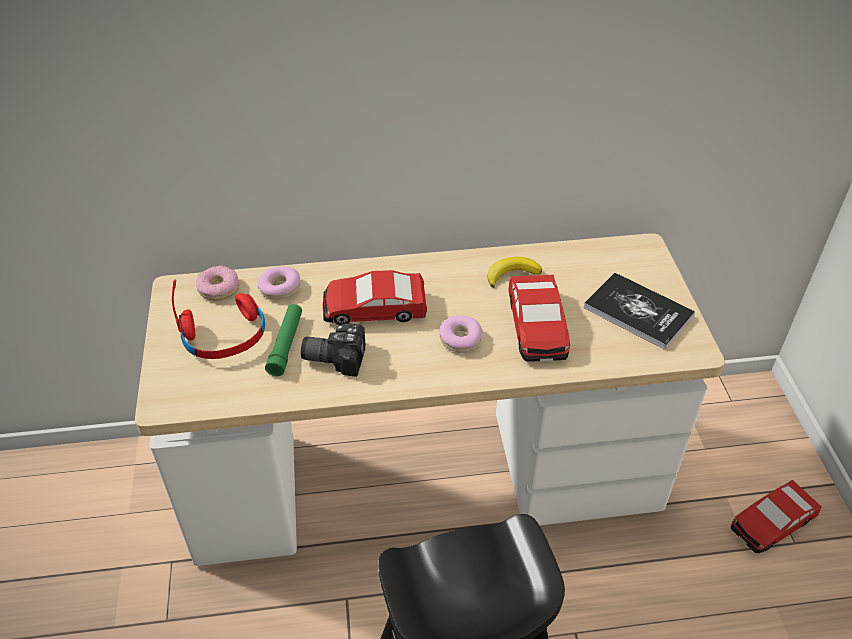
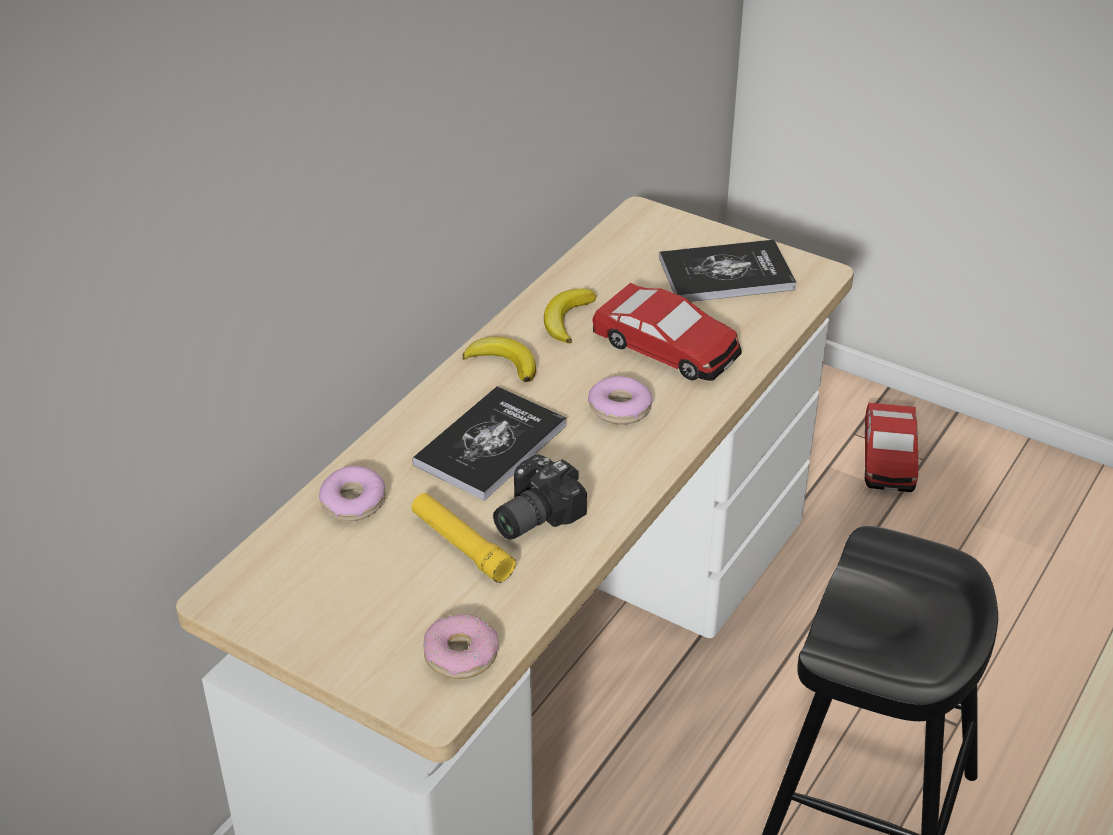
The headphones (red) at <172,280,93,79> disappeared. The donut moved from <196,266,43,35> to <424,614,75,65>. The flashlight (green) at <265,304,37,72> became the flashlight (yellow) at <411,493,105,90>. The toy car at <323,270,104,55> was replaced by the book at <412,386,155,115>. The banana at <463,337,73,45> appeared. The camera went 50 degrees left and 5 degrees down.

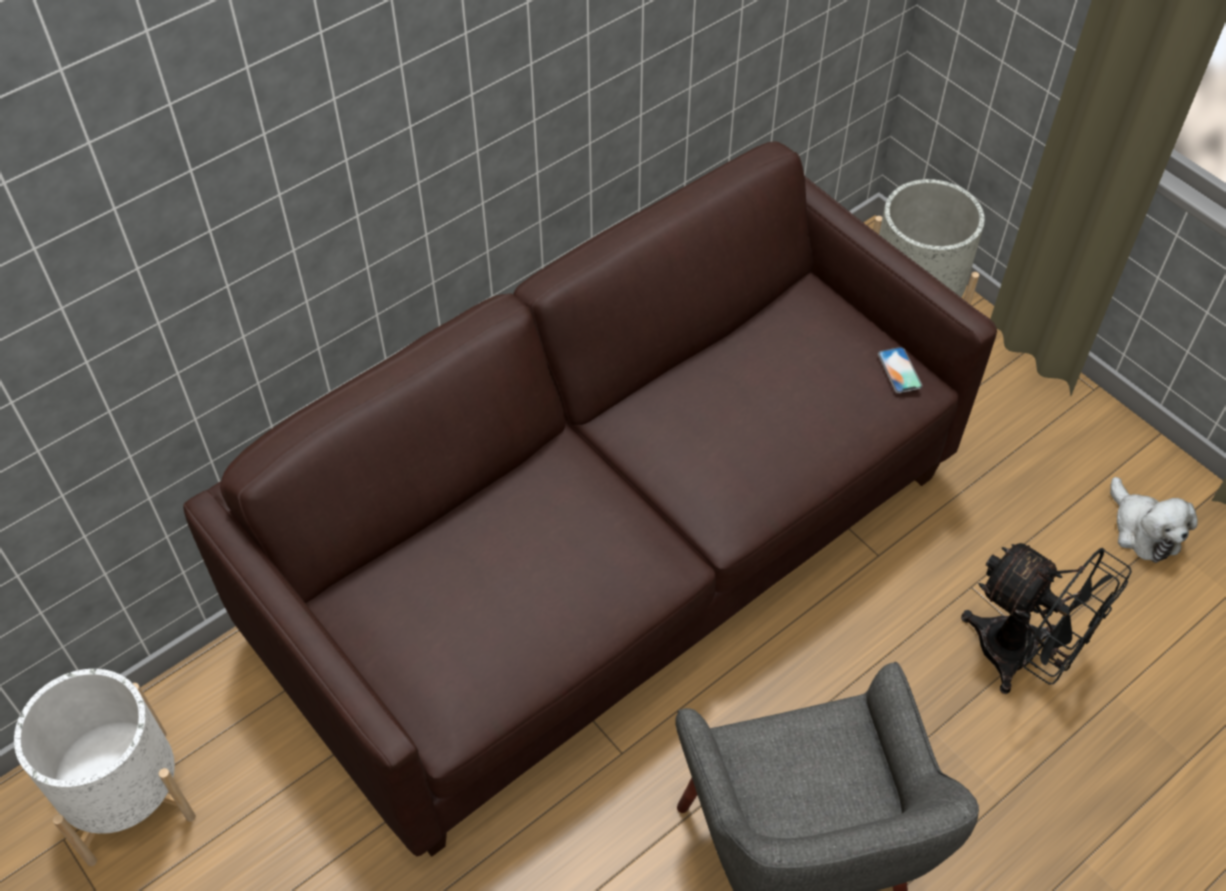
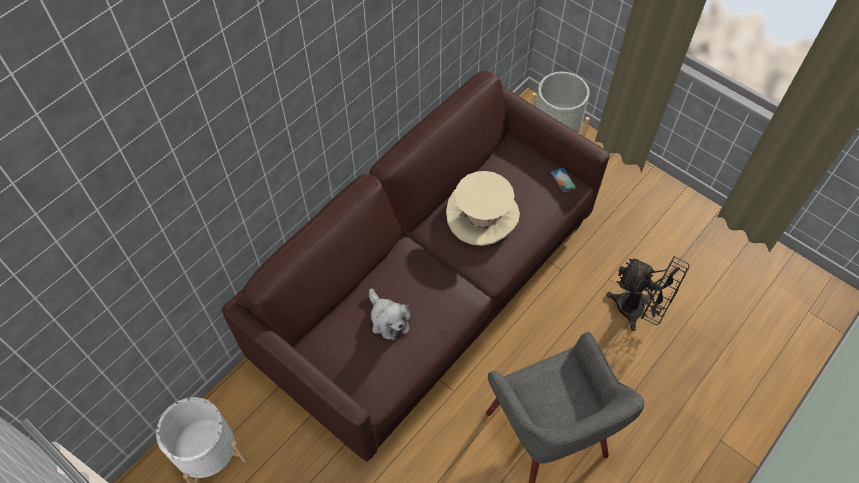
The plush toy moved from <1110,477,88,86> to <369,289,42,52>. The hat (beige) at <446,171,74,75> appeared. The camera went 10 degrees left and 5 degrees up.

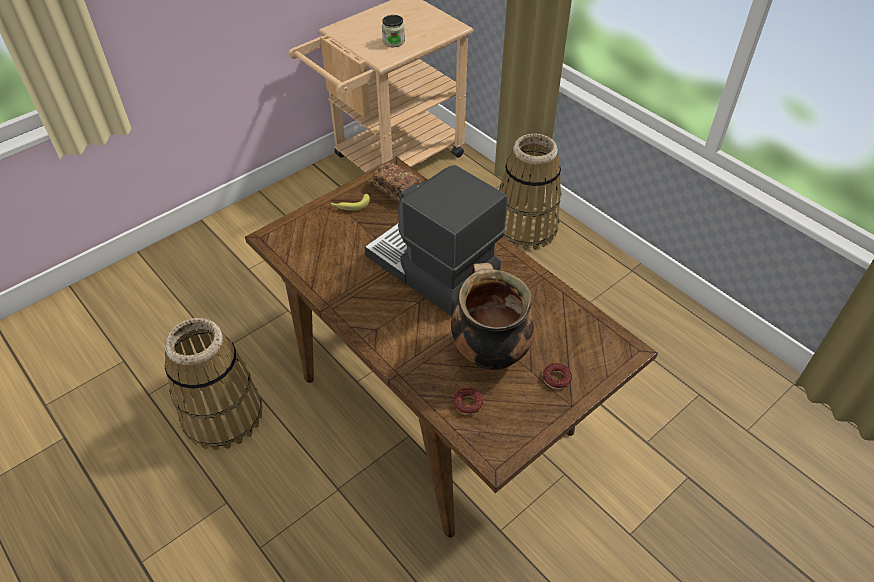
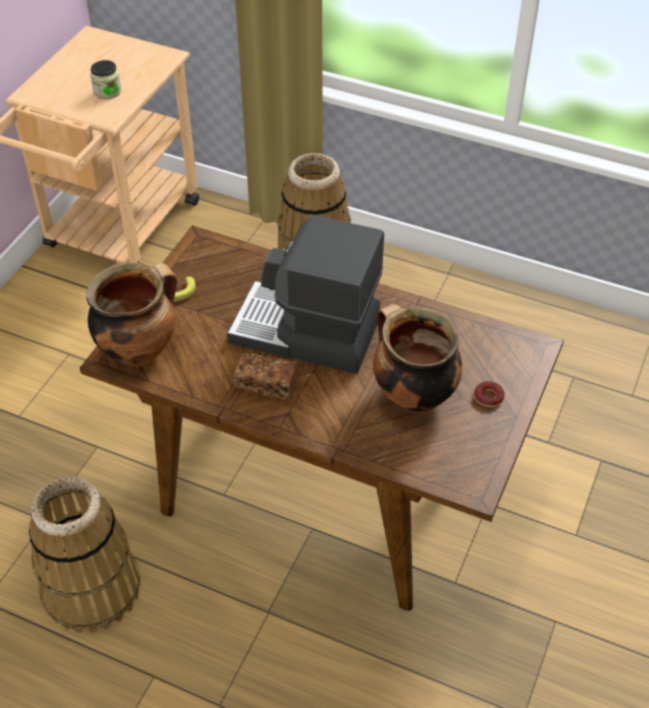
The bread moved from <373,162,48,40> to <233,352,65,48>. The donut at <454,388,29,27> disappeared. The cooking pot at <86,262,91,104> appeared. The camera went 25 degrees left and 0 degrees up.

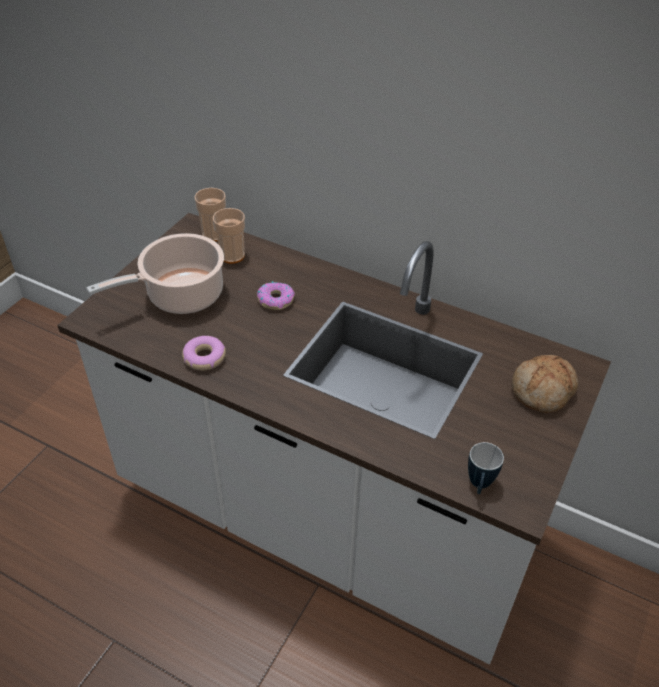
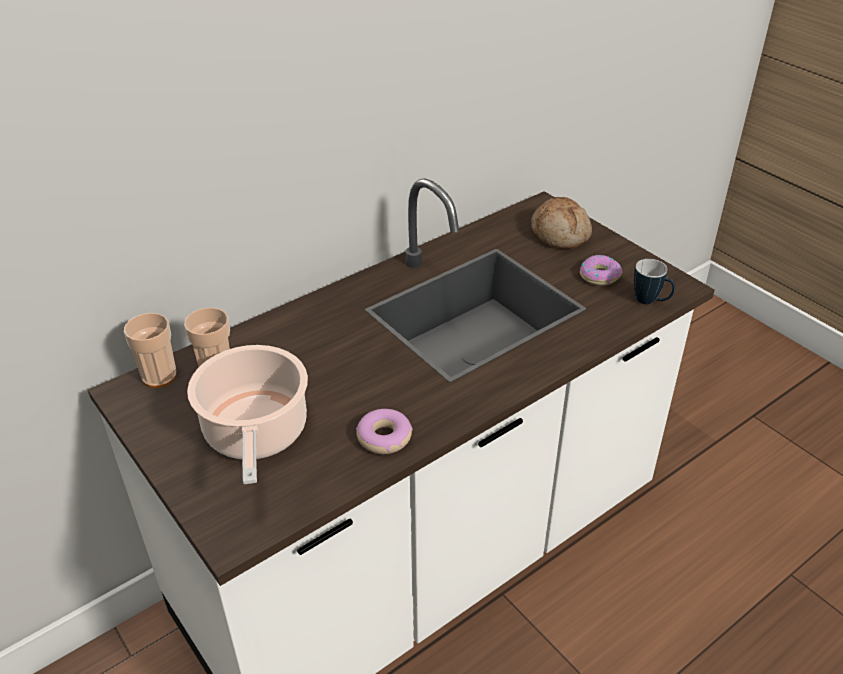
The donut moved from <257,281,38,29> to <580,255,42,31>. The camera went 65 degrees left and 5 degrees down.

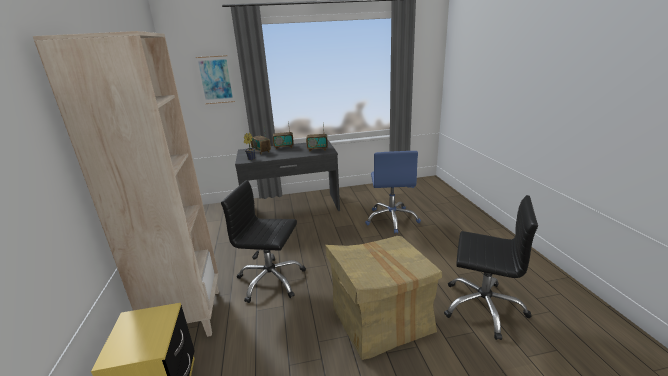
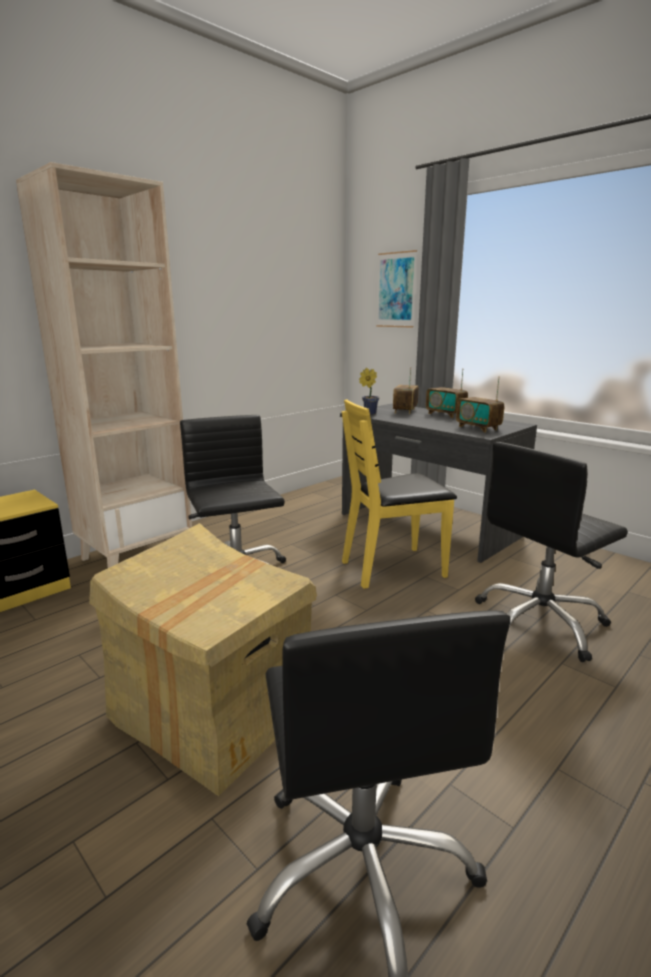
The office chair (blue) at <365,151,56,83> became the office chair (black) at <475,442,153,220>. The chair (yellow) at <342,399,115,190> appeared. The camera went 55 degrees right and 5 degrees down.

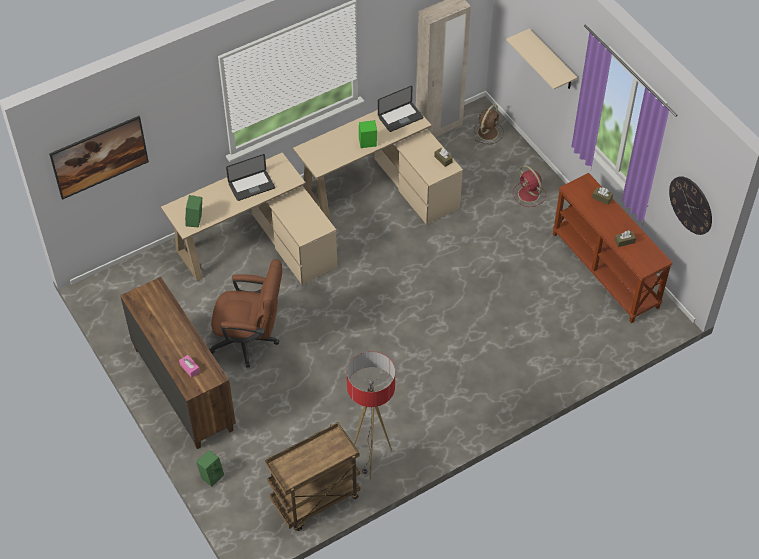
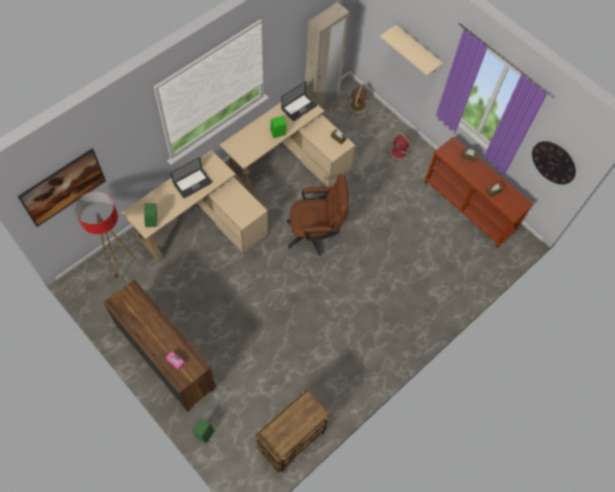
The office chair (brown) moved from <210,259,72,109> to <286,175,63,81>. The floor lamp moved from <347,352,48,127> to <75,191,60,90>. The camera went 15 degrees left and 10 degrees up.

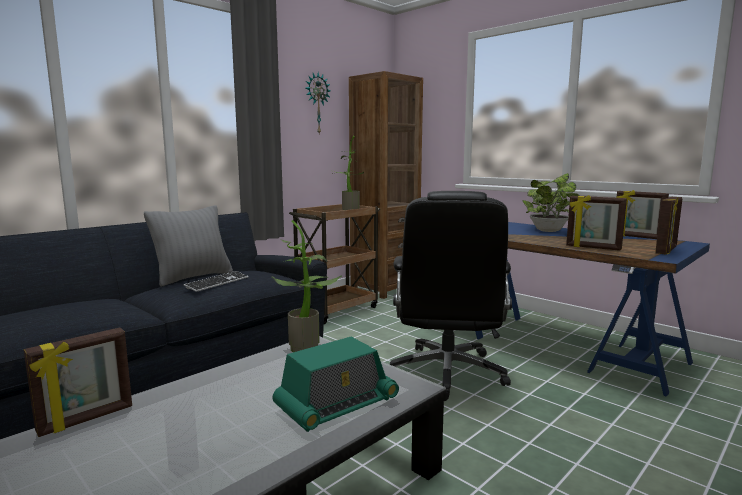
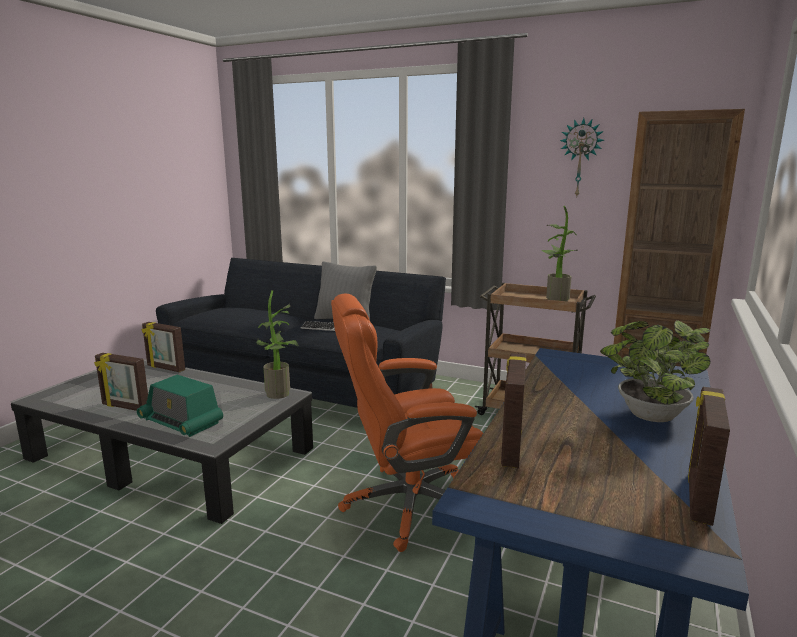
The office chair (black) at <390,191,122,210> became the office chair (orange) at <331,293,152,259>. The picture frame moved from <655,197,27,58> to <94,353,54,58>. The camera went 70 degrees right and 5 degrees up.

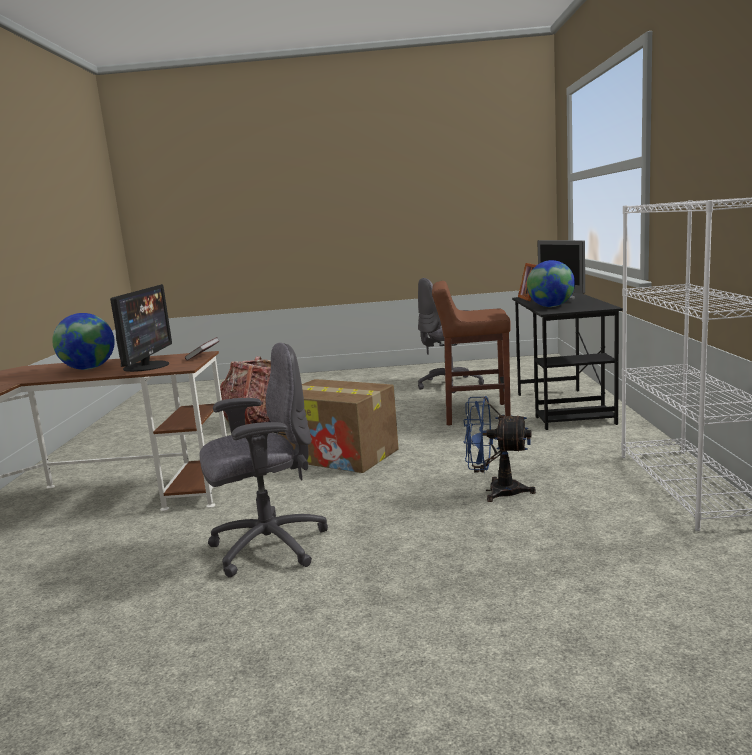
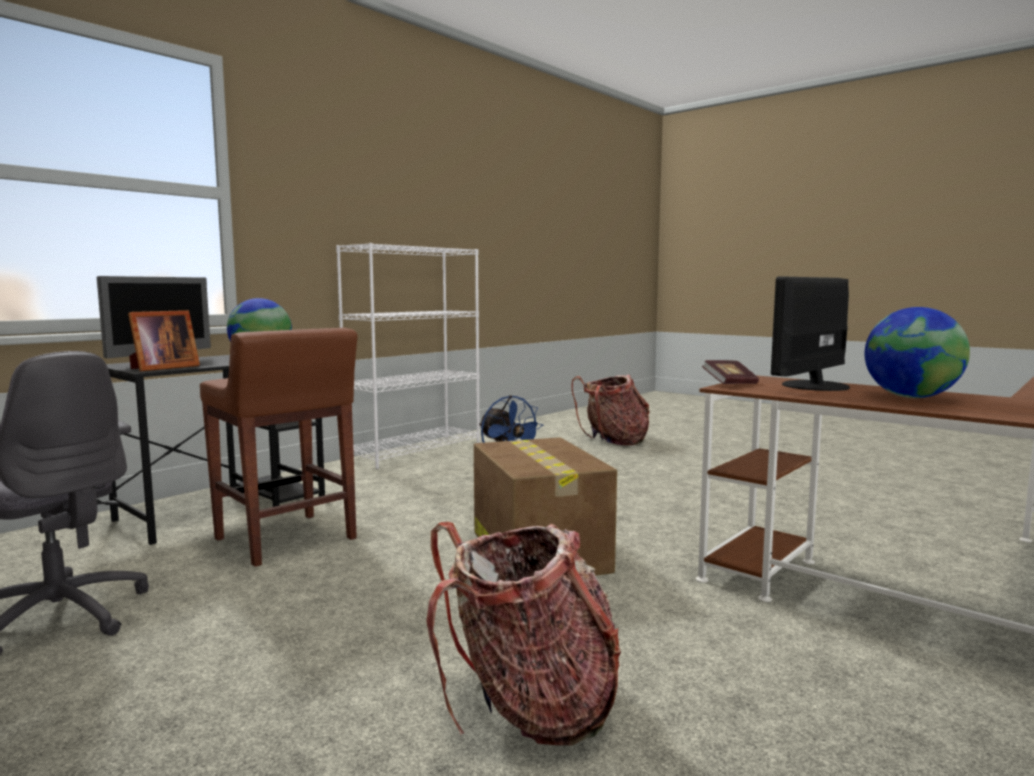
The office chair (grey) at <199,343,129,235> disappeared. The backpack at <571,375,79,70> appeared. The camera went 140 degrees left and 5 degrees down.

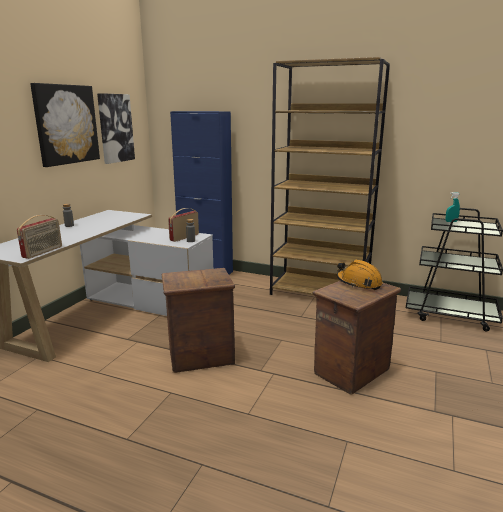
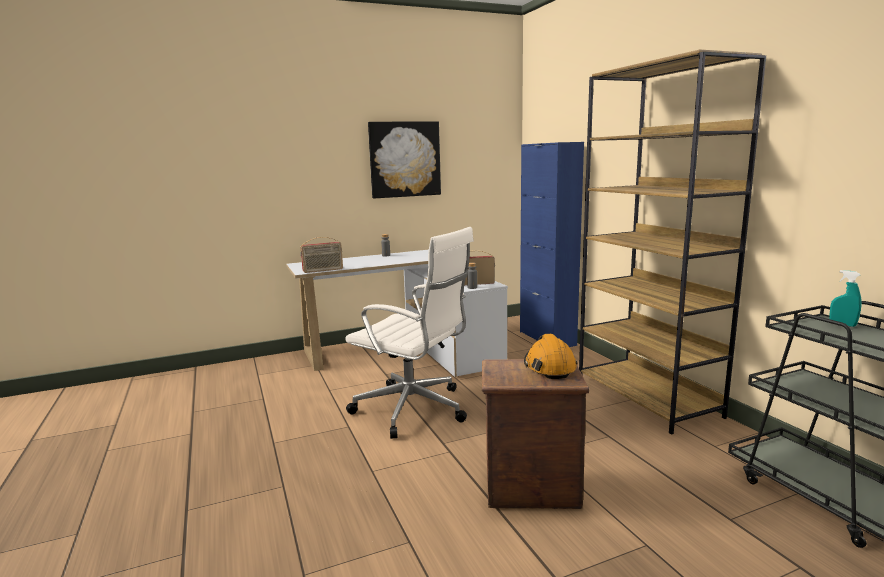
The picture at <97,93,38,71> disappeared. The crate at <162,268,73,105> was replaced by the office chair (white) at <345,227,129,212>. The camera went 45 degrees right and 5 degrees down.

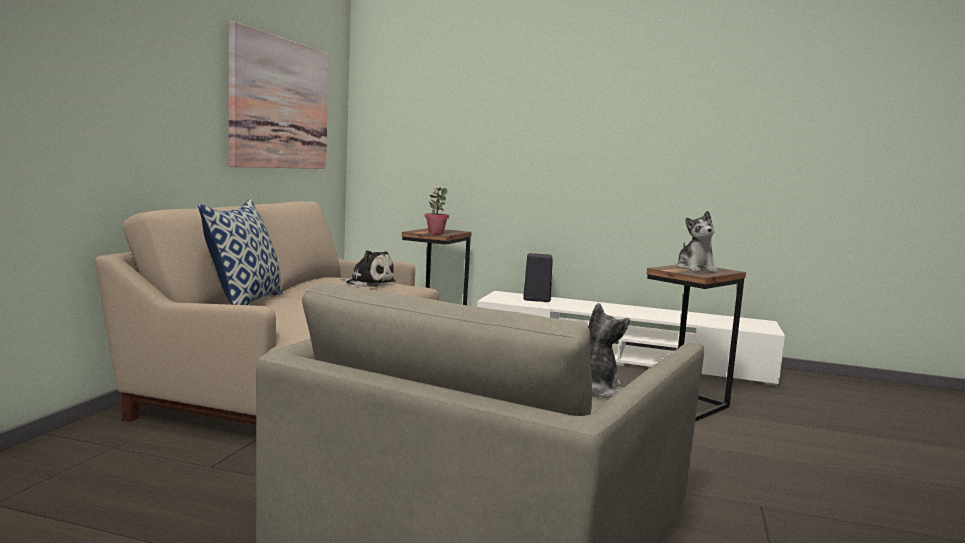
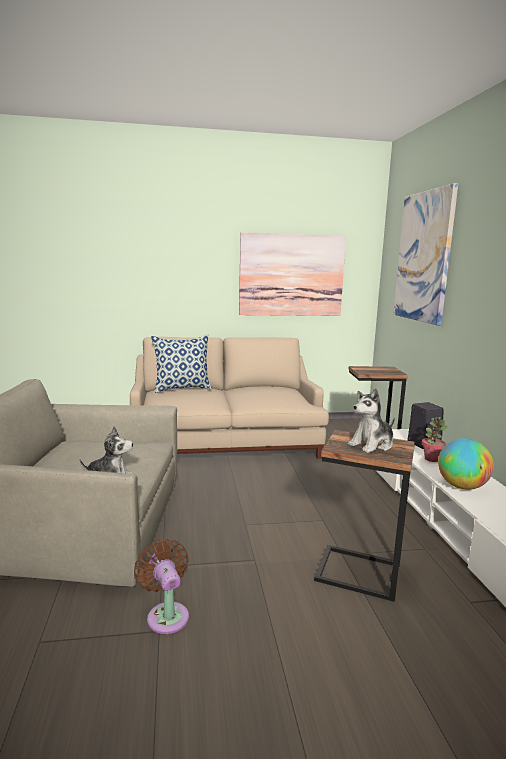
The plush toy at <339,250,57,37> disappeared. The potted plant moved from <425,188,24,46> to <422,417,27,45>. The fan (brown) at <134,539,55,95> appeared. The picture at <393,183,65,142> appeared. The globe at <438,438,56,52> appeared. The camera went 65 degrees right and 5 degrees up.

